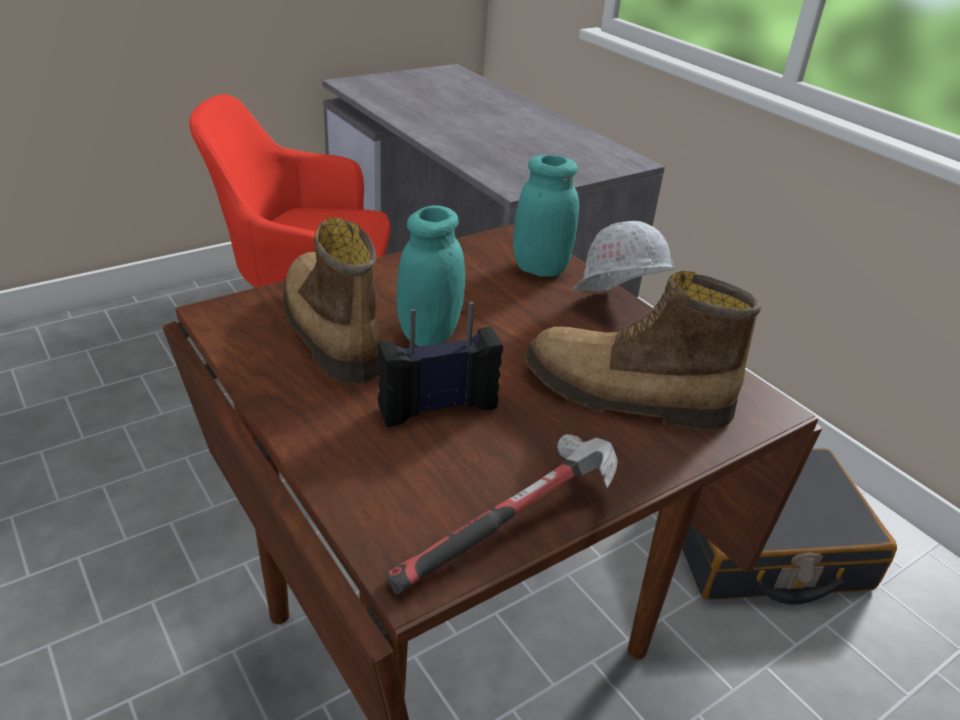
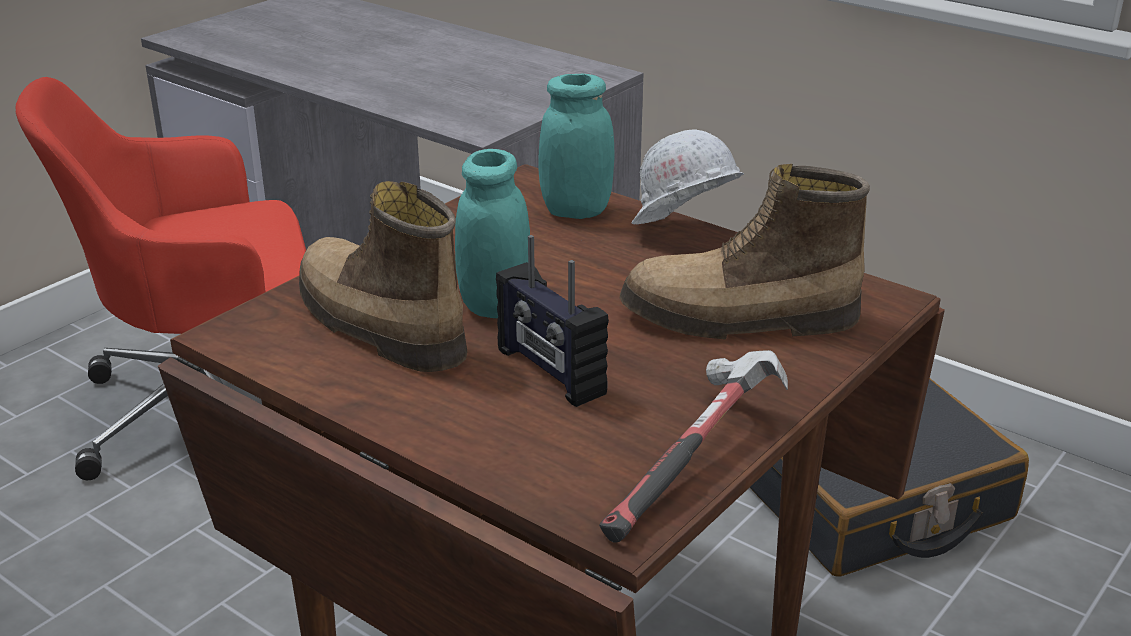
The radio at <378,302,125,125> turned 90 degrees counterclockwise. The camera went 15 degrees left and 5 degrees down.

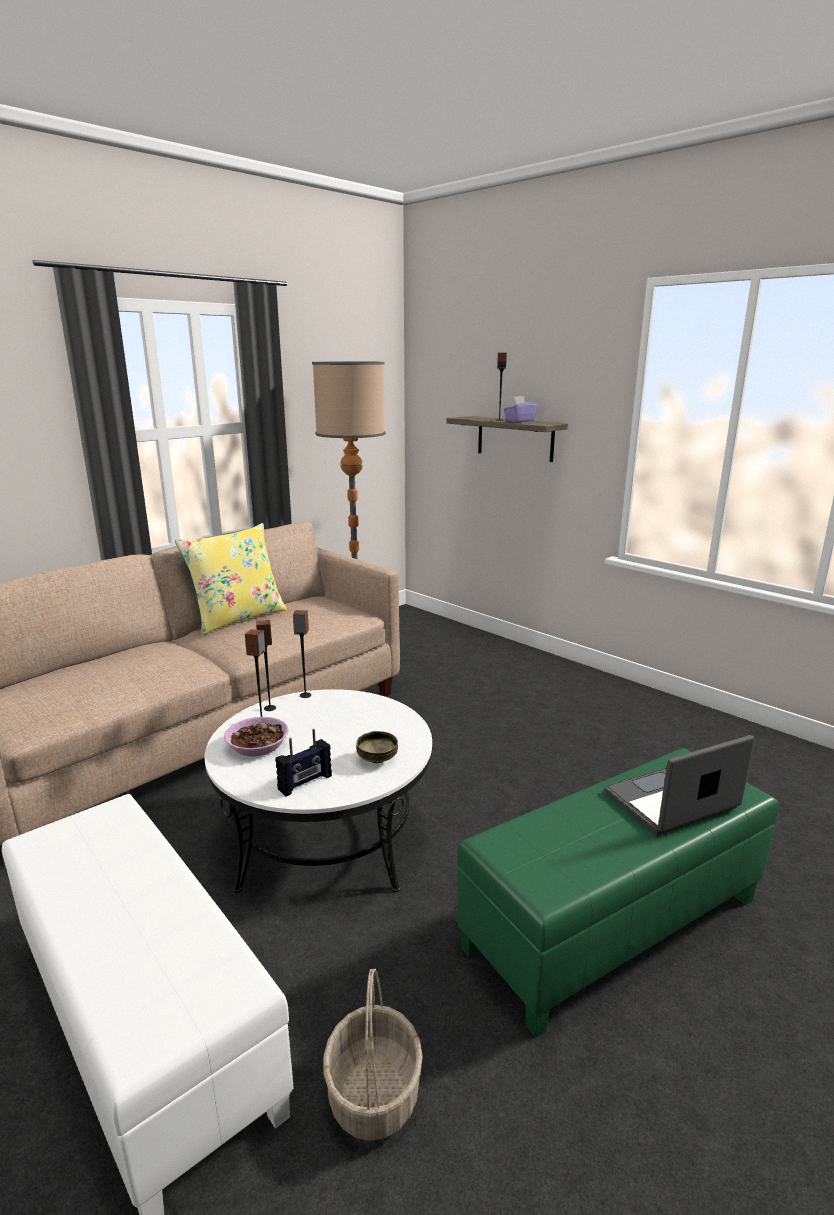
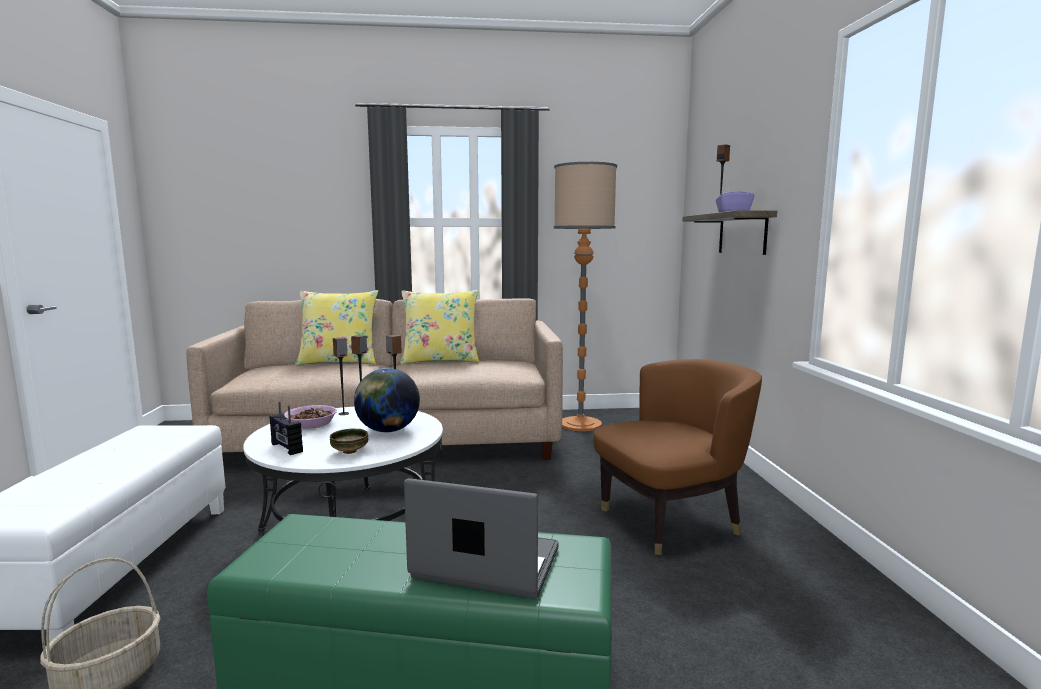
The radio at <275,729,57,67> turned 45 degrees clockwise. The pillow (yellow) at <295,290,83,75> appeared. The globe at <354,368,66,64> appeared. The armchair (brown) at <593,359,169,196> appeared. The camera went 40 degrees right and 10 degrees down.

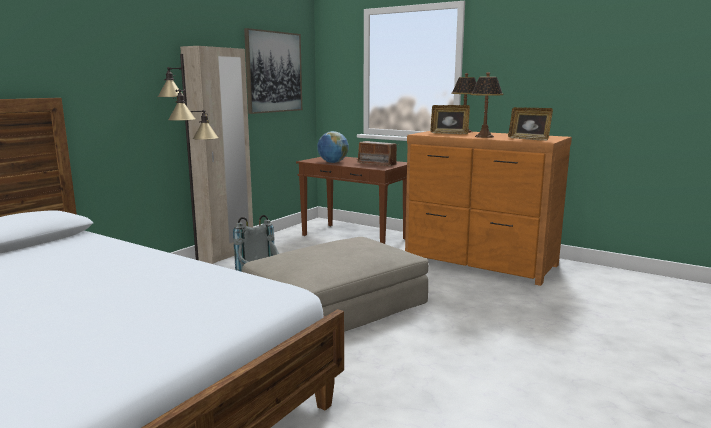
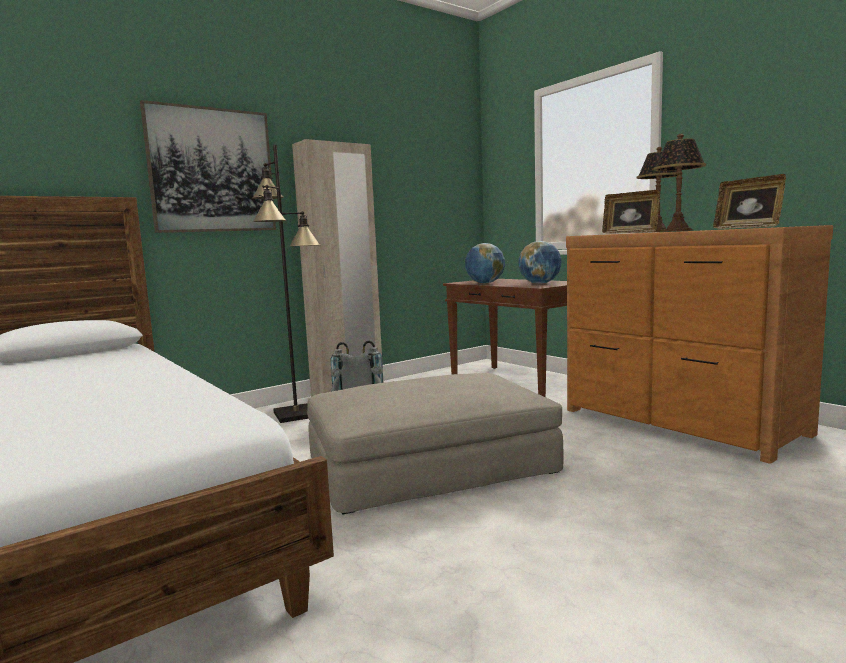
The picture moved from <244,28,58,86> to <140,100,136,133>. The radio at <356,141,41,25> was replaced by the globe at <519,241,42,43>. The camera went 20 degrees right and 5 degrees down.

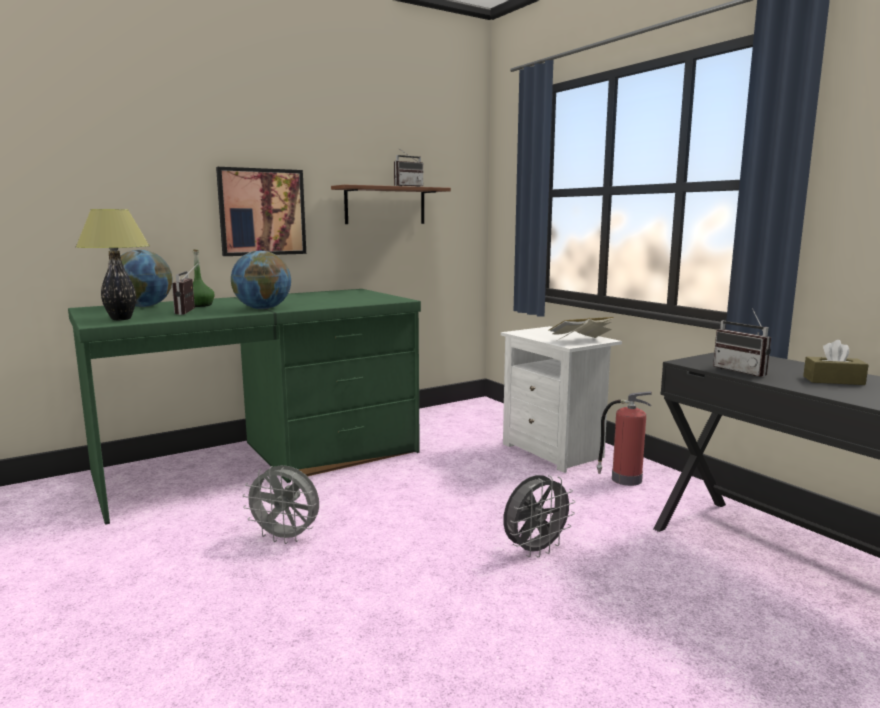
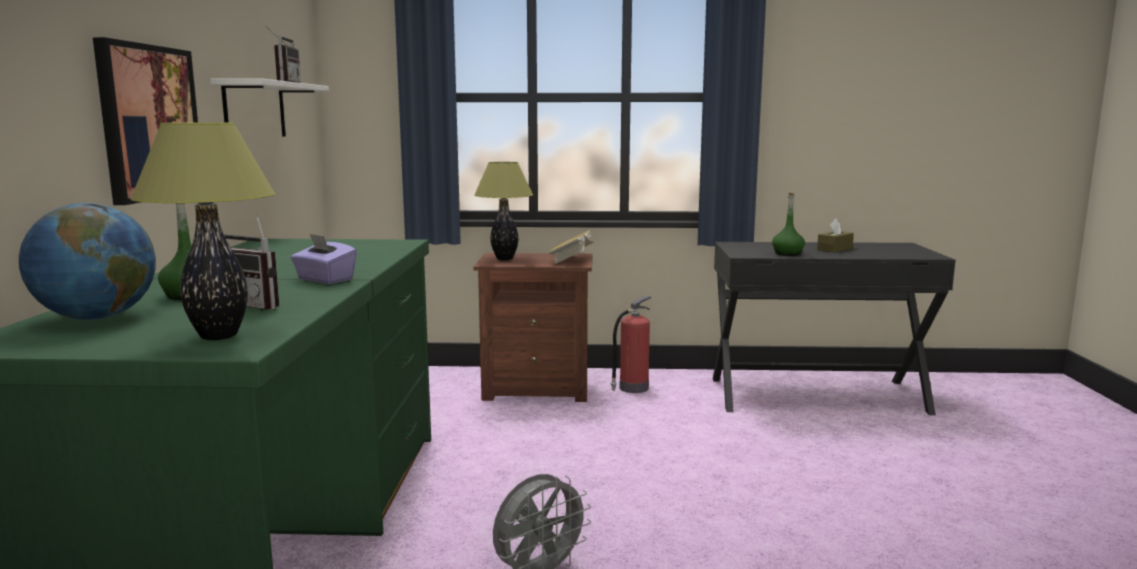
The globe at <231,251,60,58> was replaced by the tissue box (purple) at <291,233,66,51>. The shelf (brown) at <331,185,120,39> became the shelf (white) at <210,78,119,58>. The nightstand (white) at <501,326,121,147> became the nightstand (brown) at <473,253,119,149>. The fan (grey) at <503,475,72,83> disappeared. The radio at <713,308,58,69> was replaced by the bottle (green) at <772,193,33,63>. The table lamp at <474,162,59,98> appeared. The camera went 55 degrees left and 0 degrees up.

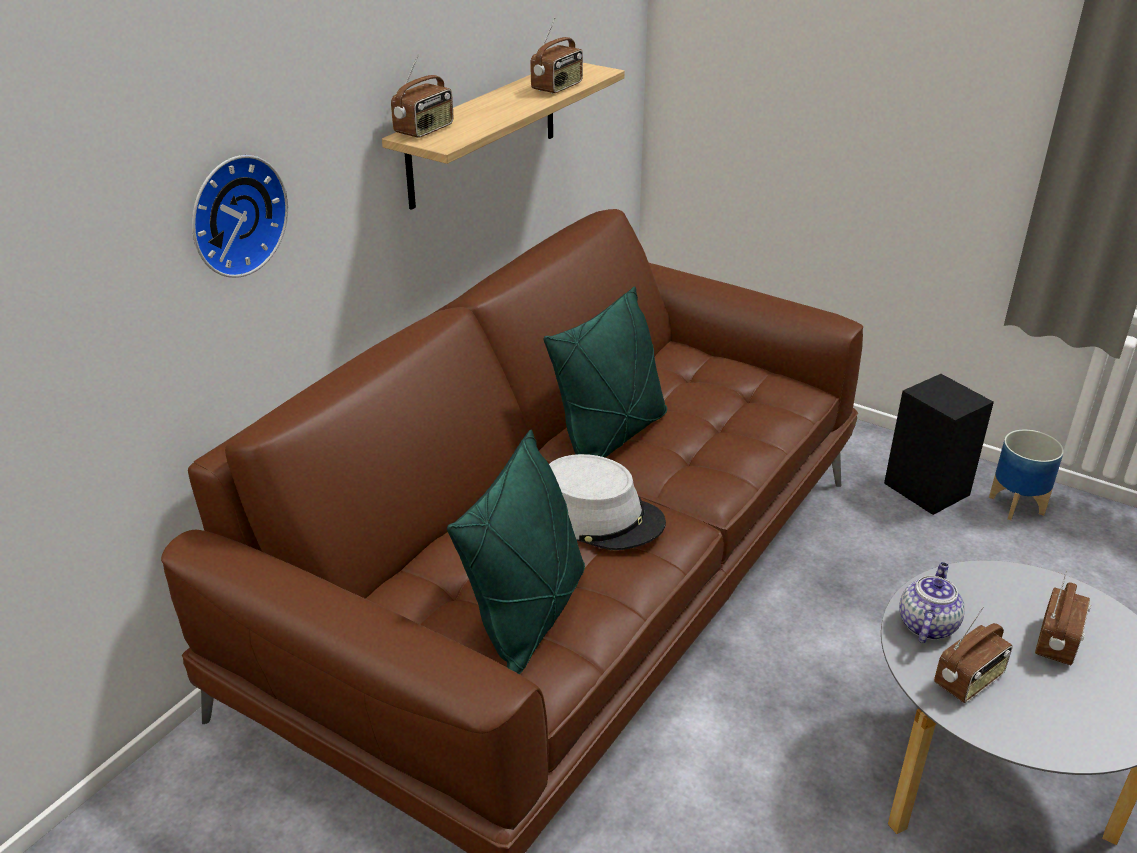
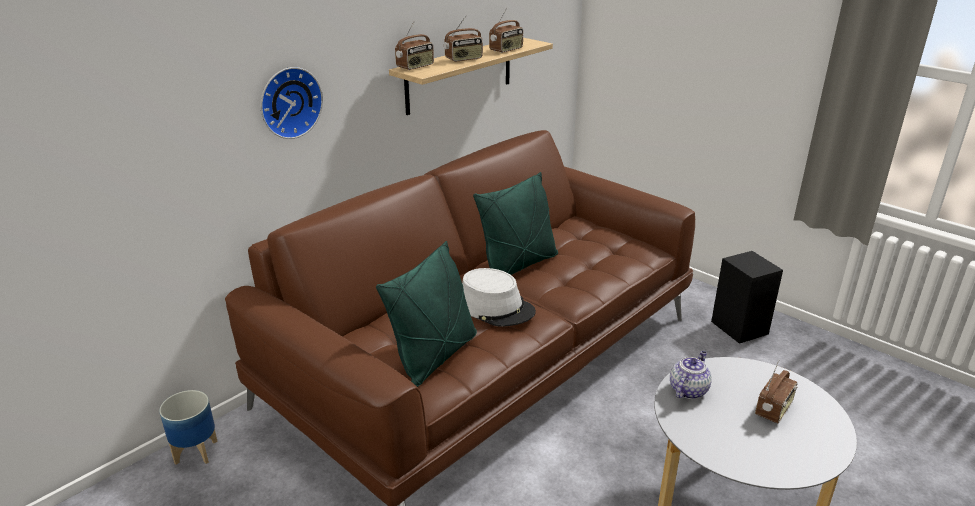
The radio moved from <934,607,79,96> to <444,16,39,46>. The planter moved from <989,430,75,90> to <159,390,59,75>. The camera went 10 degrees right and 5 degrees down.

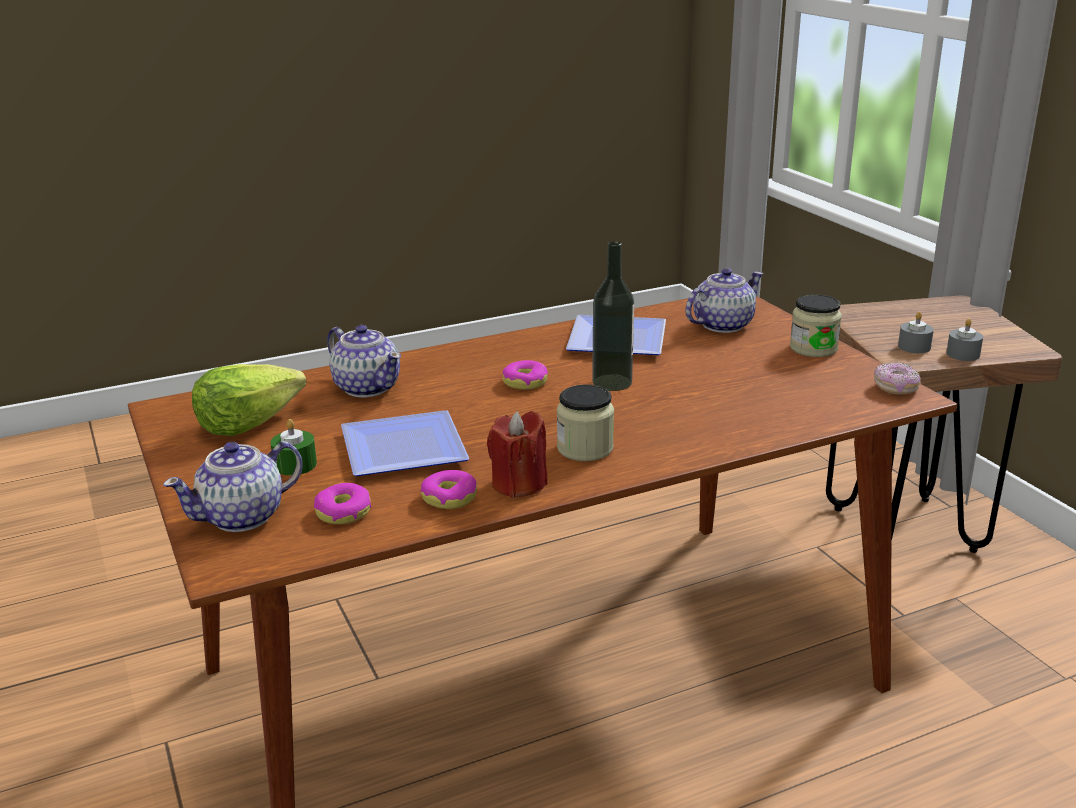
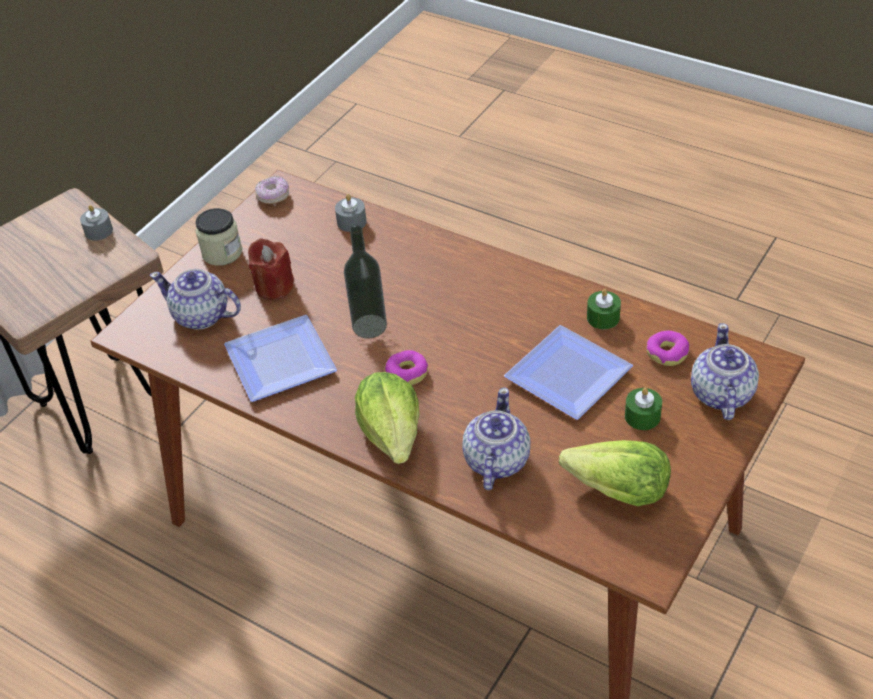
The teapot at <163,441,140,91> turned 105 degrees counterclockwise. The donut at <421,470,56,39> was replaced by the candle (green) at <587,289,34,40>. The candle (red) moved from <487,411,61,87> to <248,239,46,61>. The jar at <557,384,57,77> disappeared. The candle (grey) moved from <898,312,36,41> to <335,194,32,38>. The lettuce at <355,372,64,92> appeared. The camera went 120 degrees left and 20 degrees up.

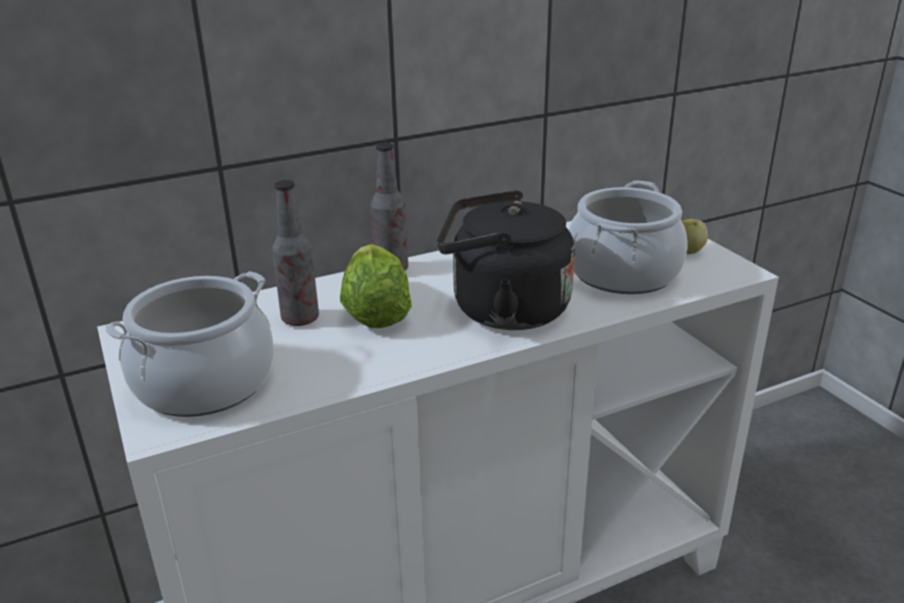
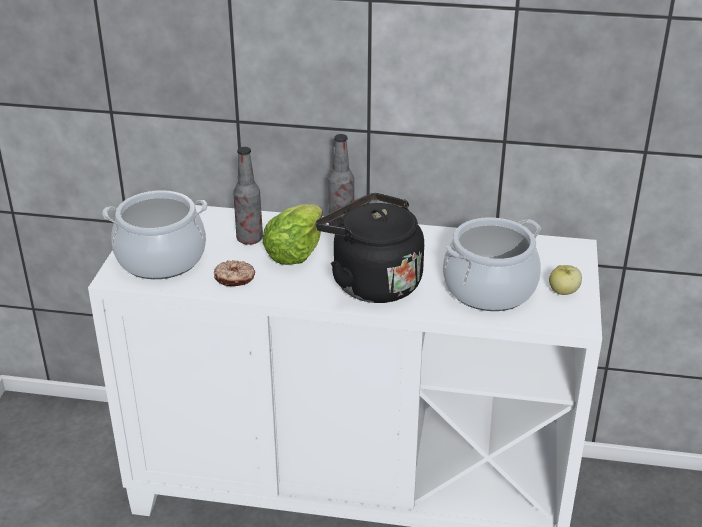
The donut at <214,260,41,26> appeared. The camera went 35 degrees right and 5 degrees up.

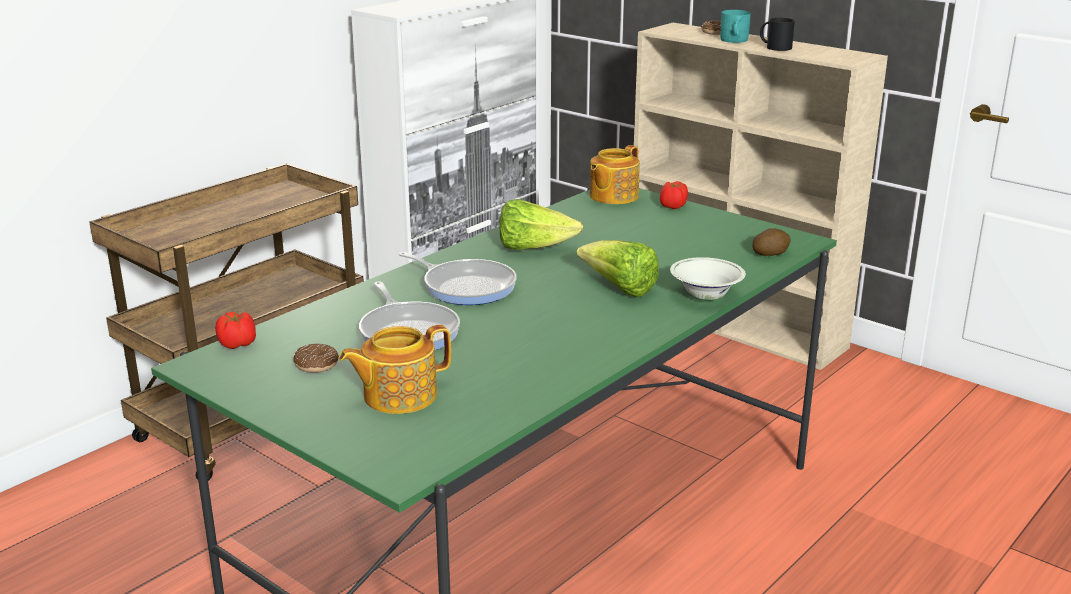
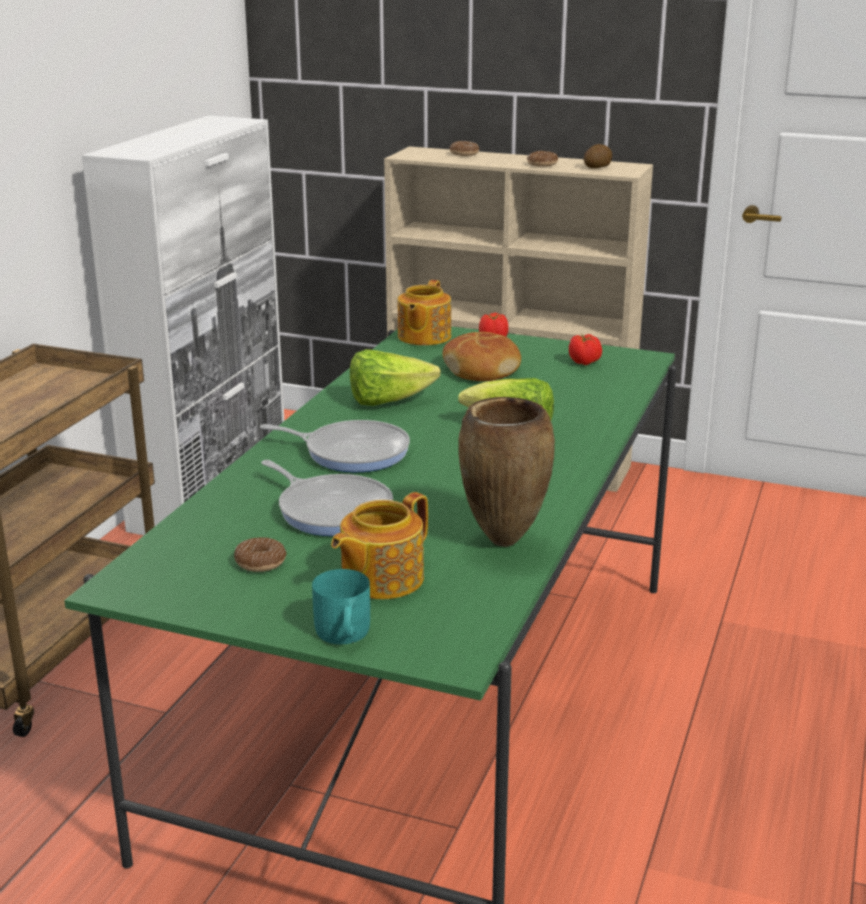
The tomato moved from <215,311,41,38> to <569,334,33,31>. The bowl (white) at <670,257,76,43> disappeared. The mug (turquoise) moved from <720,10,31,33> to <312,569,58,75>. The potato moved from <752,228,39,28> to <584,144,28,24>. The mug (black) at <760,18,35,33> was replaced by the donut at <527,151,31,16>. The bread at <443,332,78,49> appeared. The vase (brown) at <458,397,97,150> appeared. The camera went 20 degrees left and 0 degrees up.

